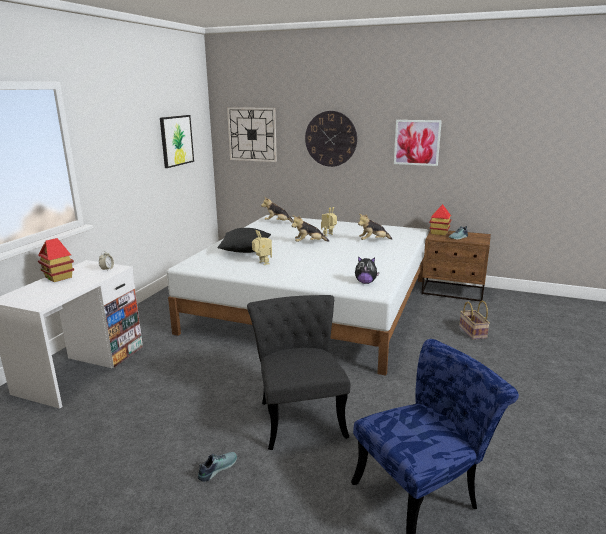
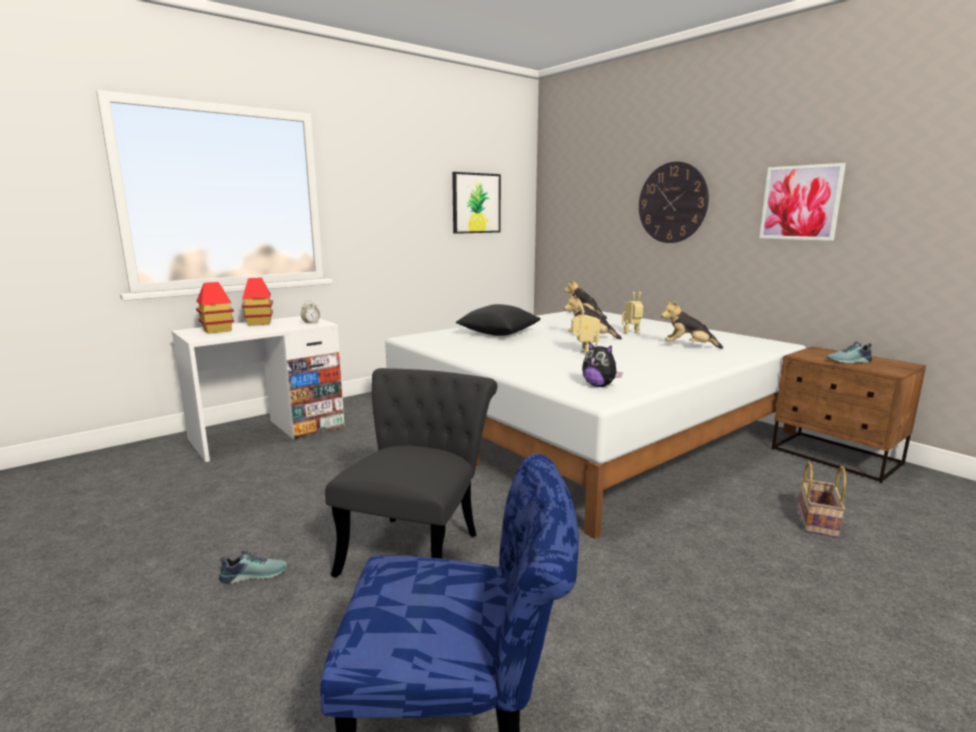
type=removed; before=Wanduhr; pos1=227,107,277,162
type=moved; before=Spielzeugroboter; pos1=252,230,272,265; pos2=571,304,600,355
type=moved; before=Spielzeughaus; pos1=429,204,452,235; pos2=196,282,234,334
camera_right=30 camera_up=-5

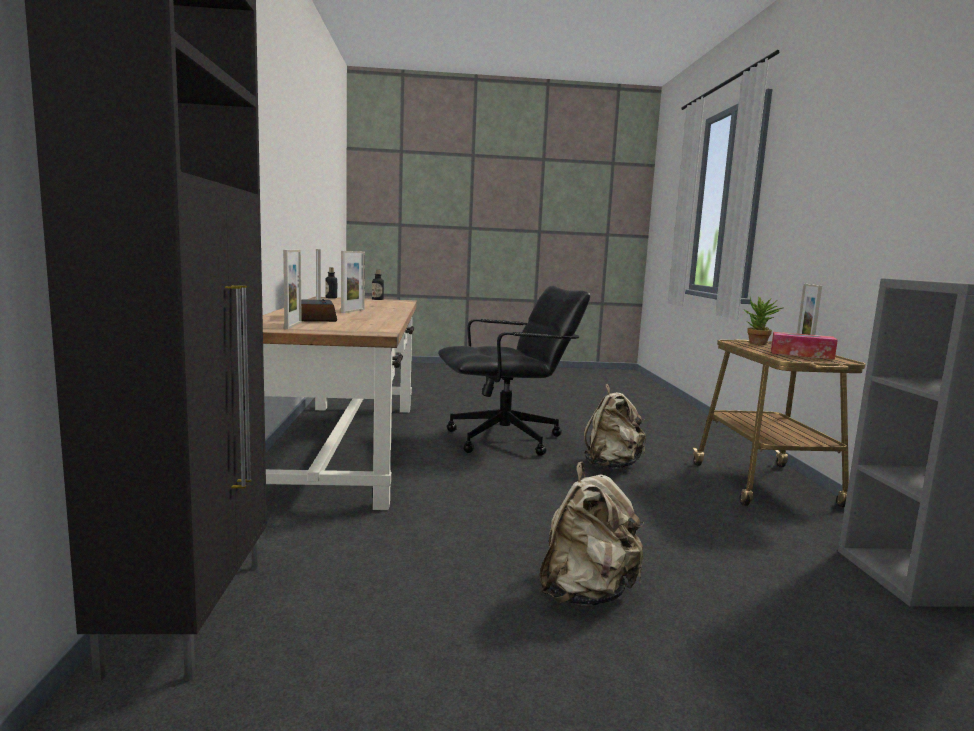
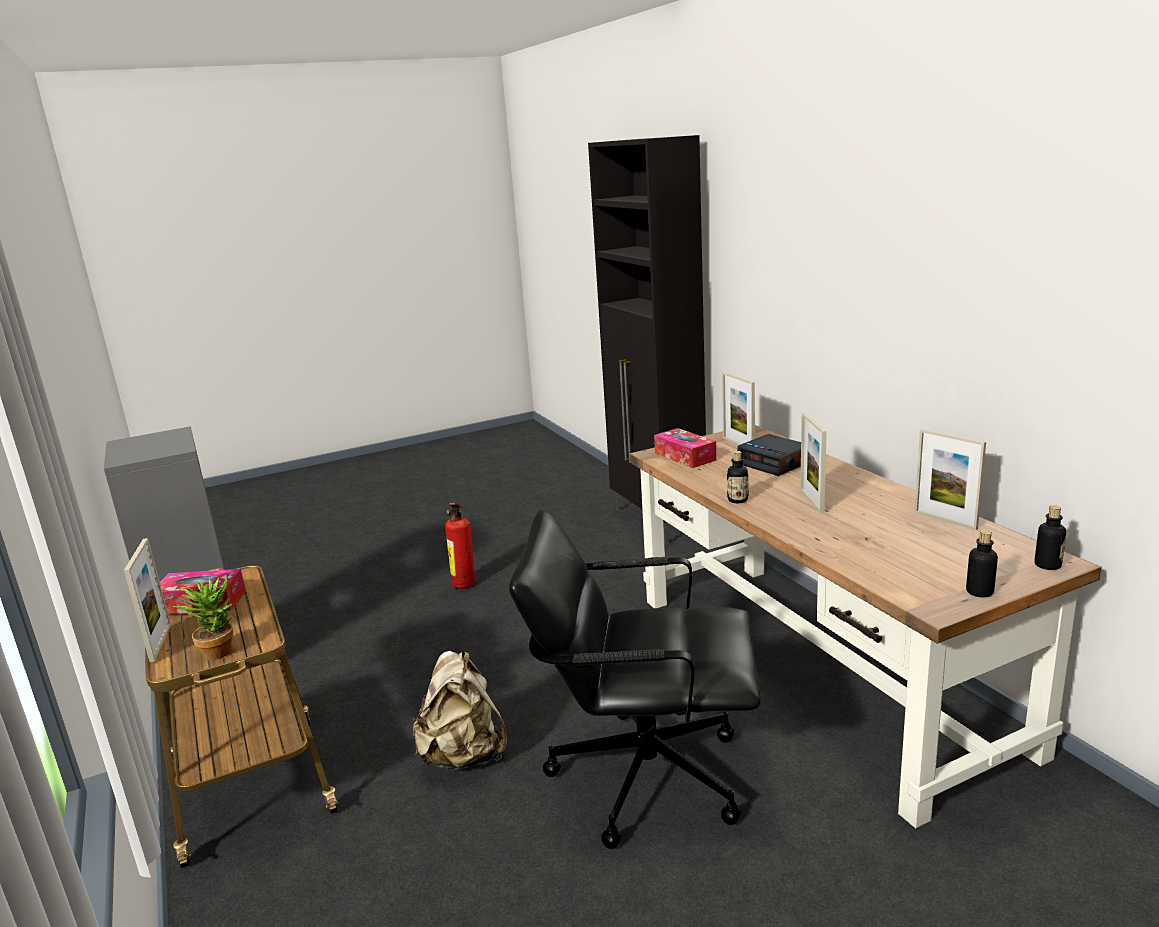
type=turned; before=Bürostuhl/schwarz; pos1=438,286,590,456; pos2=509,509,761,849; turn=45
type=replaced; before=Rucksack/beige; after=Feuerlöscher; pos1=539,462,644,606; pos2=445,503,475,589
type=added; after=Taschentuchbox; pos2=654,428,716,468
type=added; after=Flasche; pos2=727,451,748,503
camera_right=160 camera_up=10

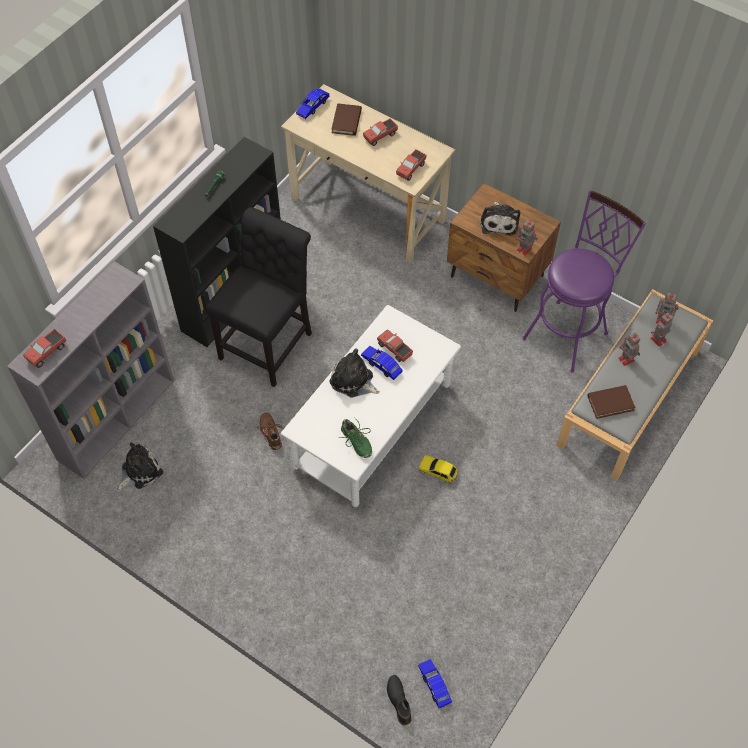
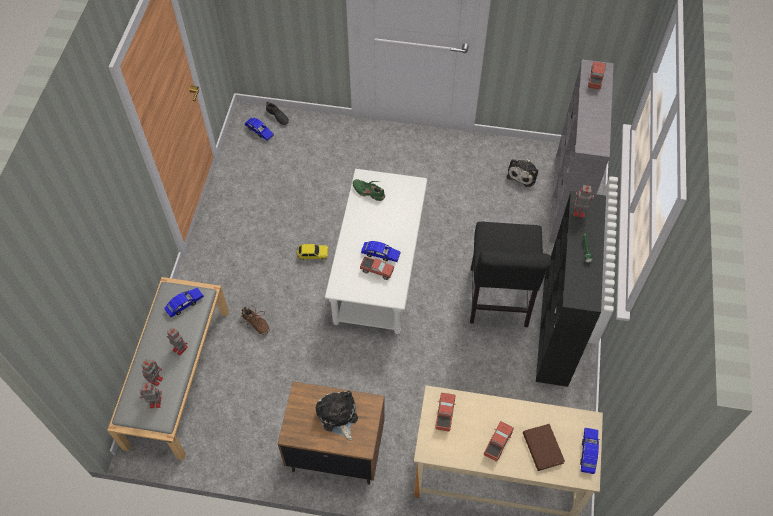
type=moved; before=Schuh/braun; pos1=256,412,283,450; pos2=241,307,269,335
type=removed; before=Plüschtier; pos1=329,348,380,397
type=moved; before=Spielzeugroboter; pos1=516,220,538,255; pos2=572,185,594,218
type=removed; before=Hocker/lila; pos1=522,190,646,373
type=replaced; before=Buch/braun; after=Spielzeugauto/blau; pos1=587,385,636,419; pos2=164,288,204,317
camera_right=155 camera_up=0

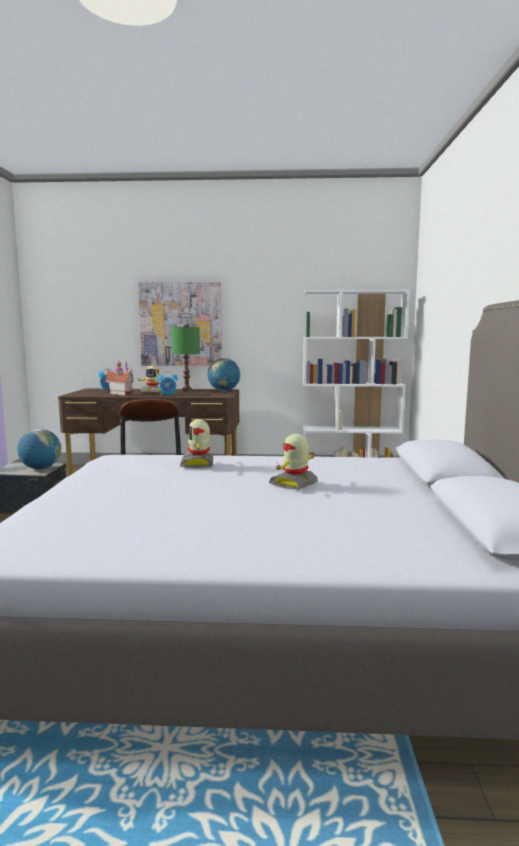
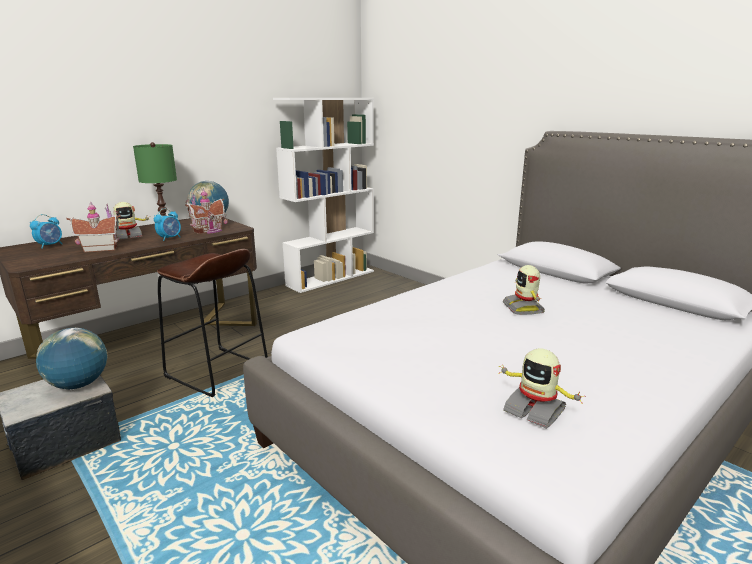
type=removed; before=Bild; pos1=138,282,222,366
type=moved; before=Spielzeugroboter; pos1=180,419,213,468; pos2=498,348,584,429
type=added; after=Spielzeughaus; pos2=185,189,228,234
camera_right=-45 camera_up=10

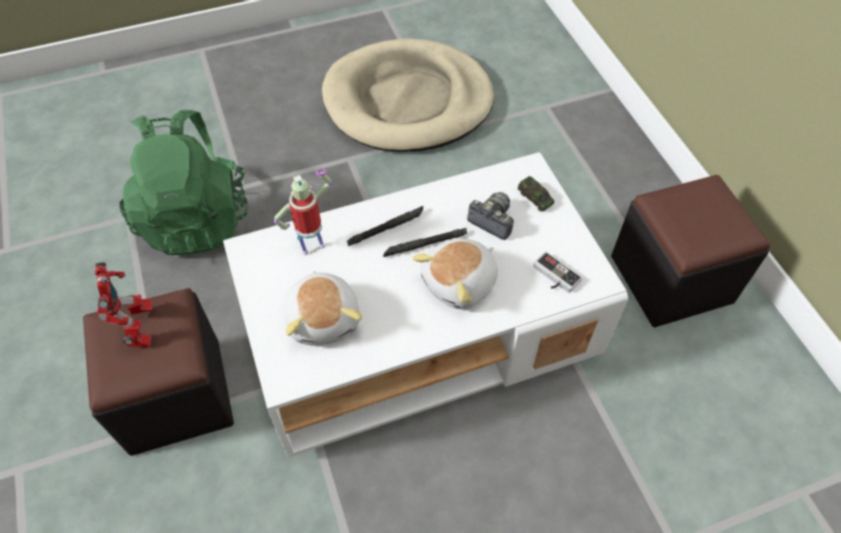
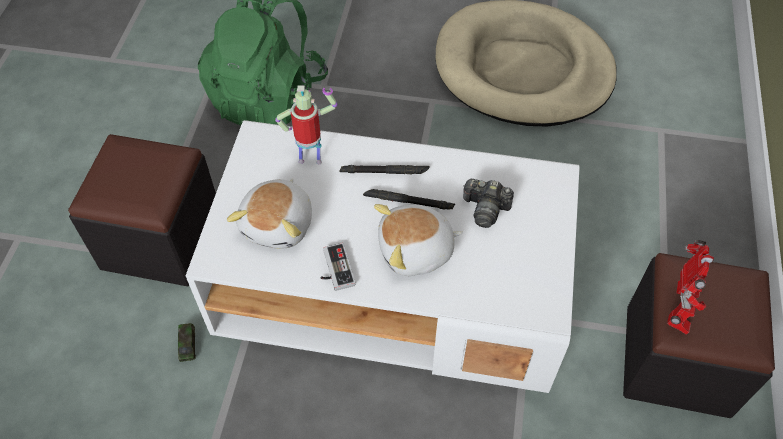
type=moved; before=Spielzeugroboter; pos1=95,262,153,348; pos2=667,240,714,334
type=turned; before=Kamera; pos1=467,192,514,240; pos2=463,179,514,228; turn=135
type=moved; before=Spielzeugauto; pos1=517,176,554,212; pos2=178,323,196,362
type=moved; before=Gamepad; pos1=533,252,583,293; pos2=320,243,355,291
camera_right=30 camera_up=0

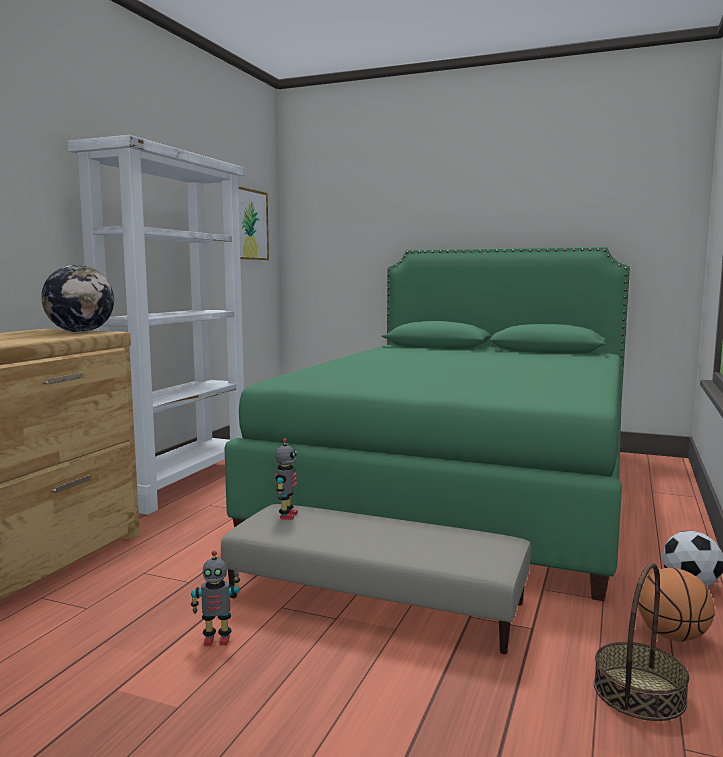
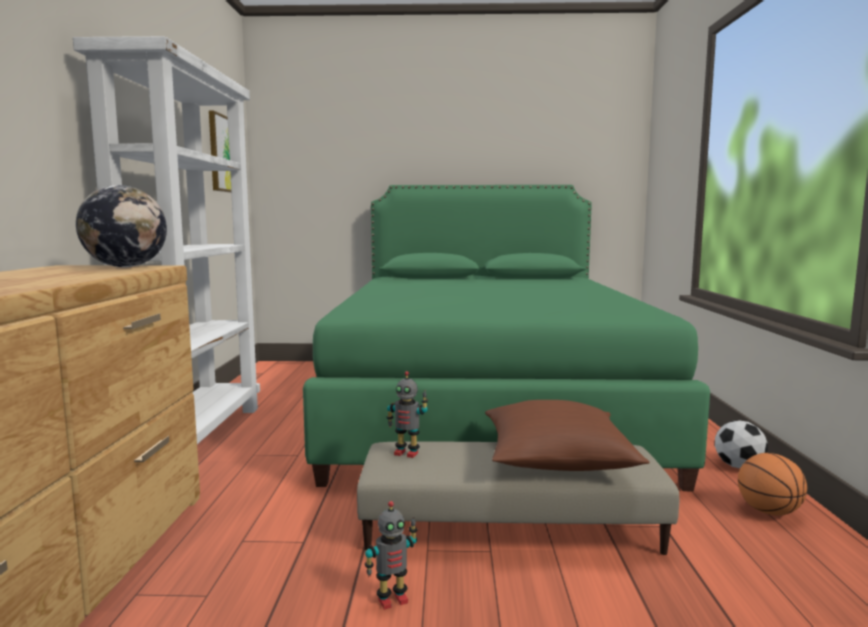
type=turned; before=Spielzeugroboter; pos1=274,438,298,520; pos2=387,371,428,458; turn=120
type=removed; before=Korb; pos1=594,563,690,721
type=added; after=Kissen/braun; pos2=485,400,650,471
camera_right=-20 camera_up=0

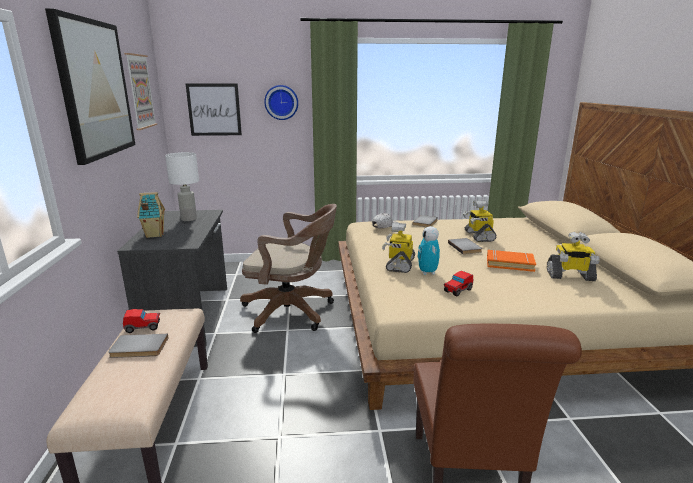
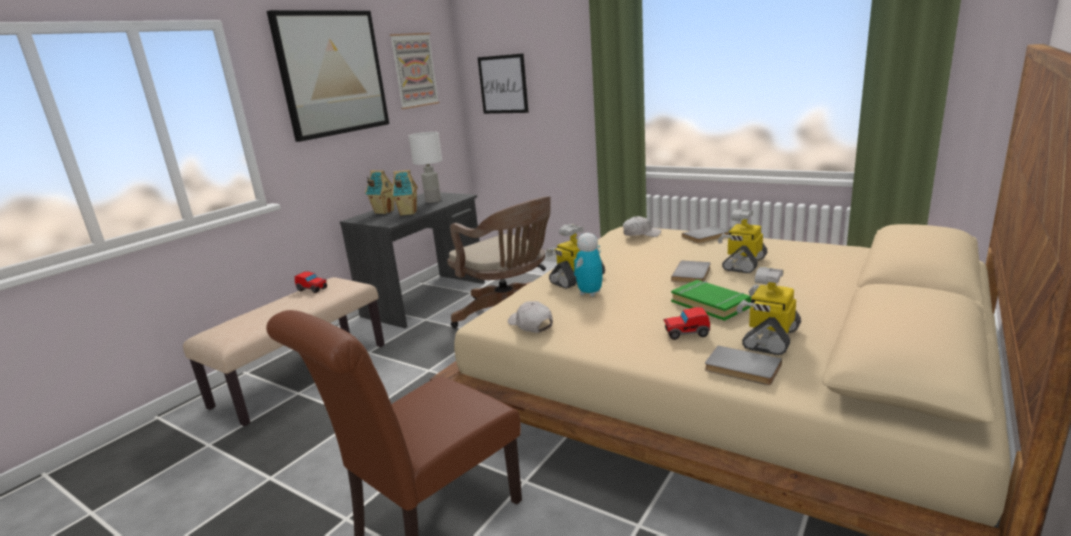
type=moved; before=Buch/grau; pos1=108,334,168,358; pos2=705,346,782,385
type=removed; before=Wanduhr; pos1=264,85,298,120
type=moved; before=Spielzeugauto; pos1=444,271,473,296; pos2=663,307,710,340
type=recoloured; before=Buch/orange; after=Buch/grün; pos1=487,249,536,272; pos2=671,280,751,321
type=turned; before=Spielzeugroboter; pos1=547,232,600,281; pos2=736,267,801,355; turn=75
type=added; after=Spielzeughaus; pos2=392,170,418,216
type=added; after=Kappe/weiß; pos2=508,301,553,333
camera_right=40 camera_up=0

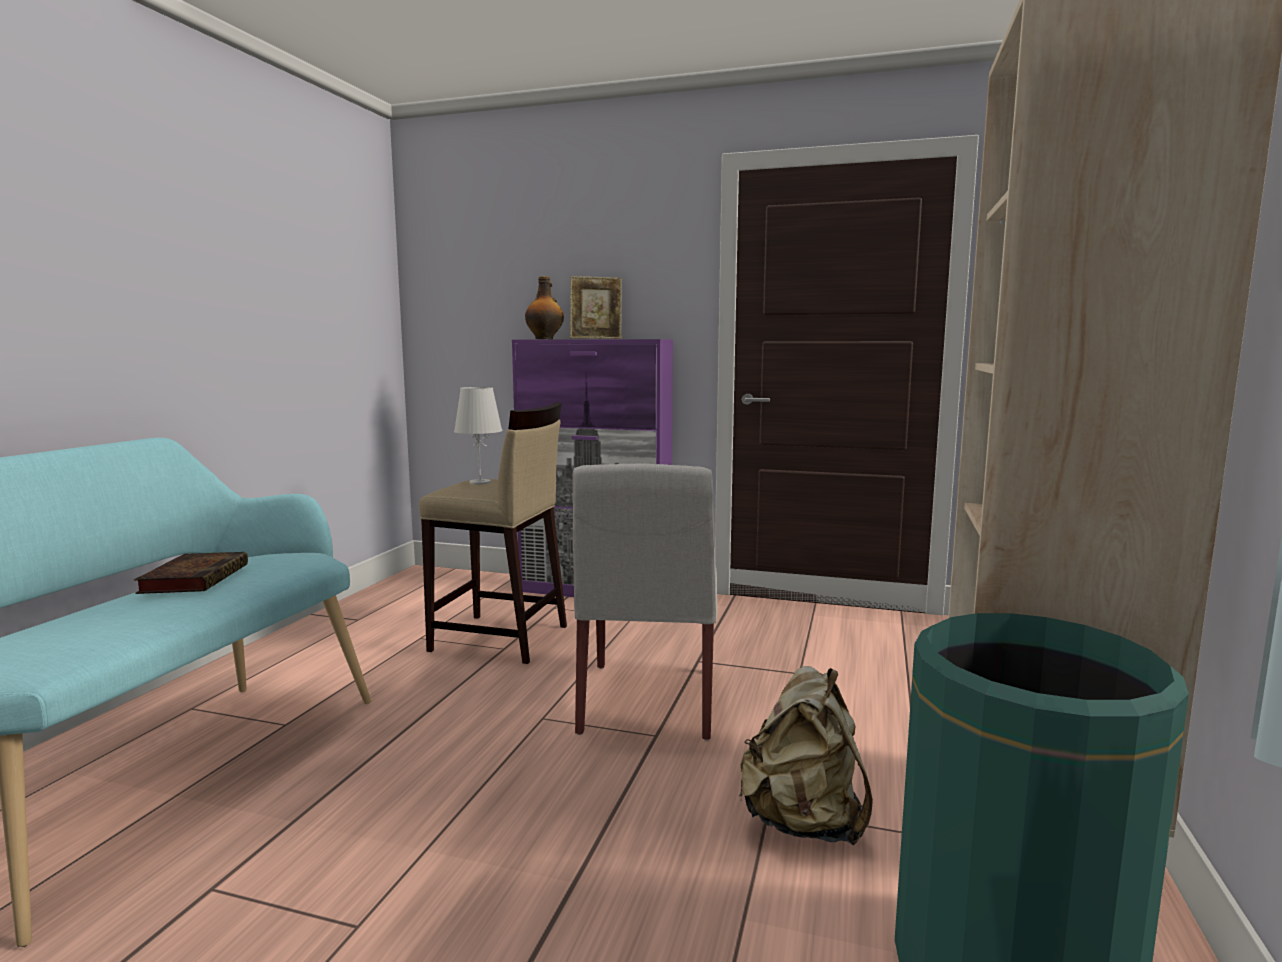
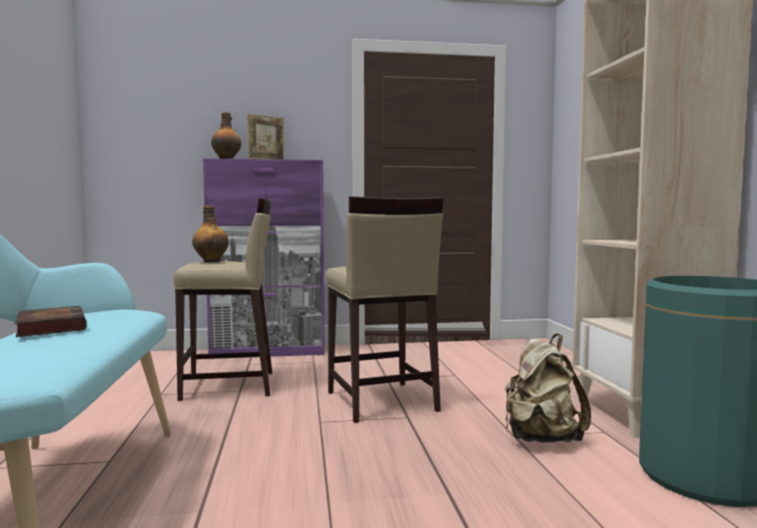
type=replaced; before=Tischlampe/weiß; after=Flasche; pos1=454,387,503,484; pos2=192,205,229,262
type=replaced; before=Stuhl/weiß; after=Hocker/beige; pos1=573,464,717,741; pos2=326,196,444,423
camera_right=-25 camera_up=-5

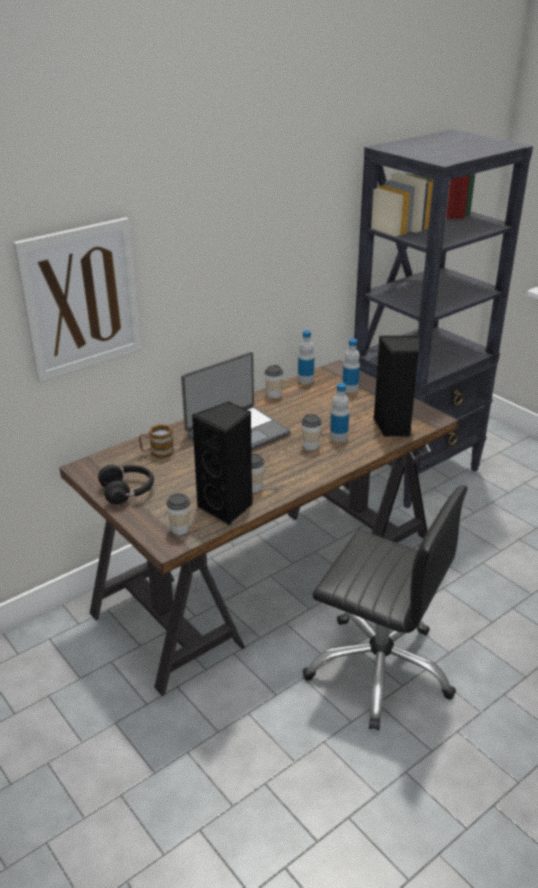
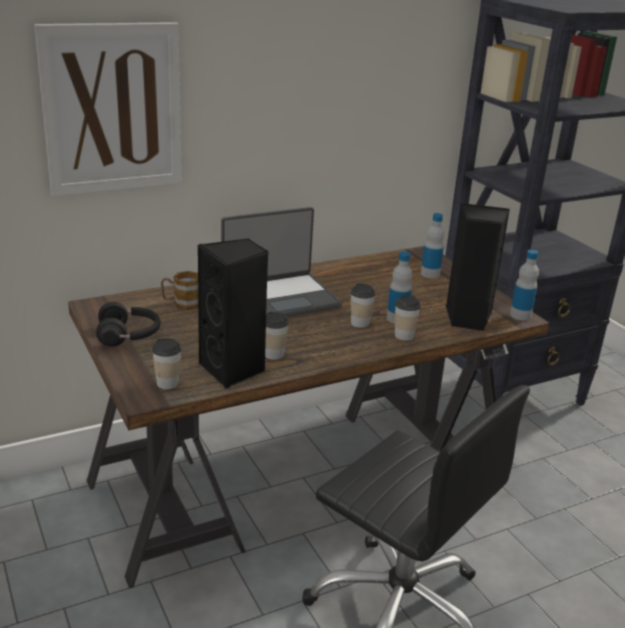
type=moved; before=Tasse; pos1=265,365,283,398; pos2=395,295,421,341
type=moved; before=Flasche; pos1=298,330,314,384; pos2=510,250,539,321
camera_right=10 camera_up=-5

